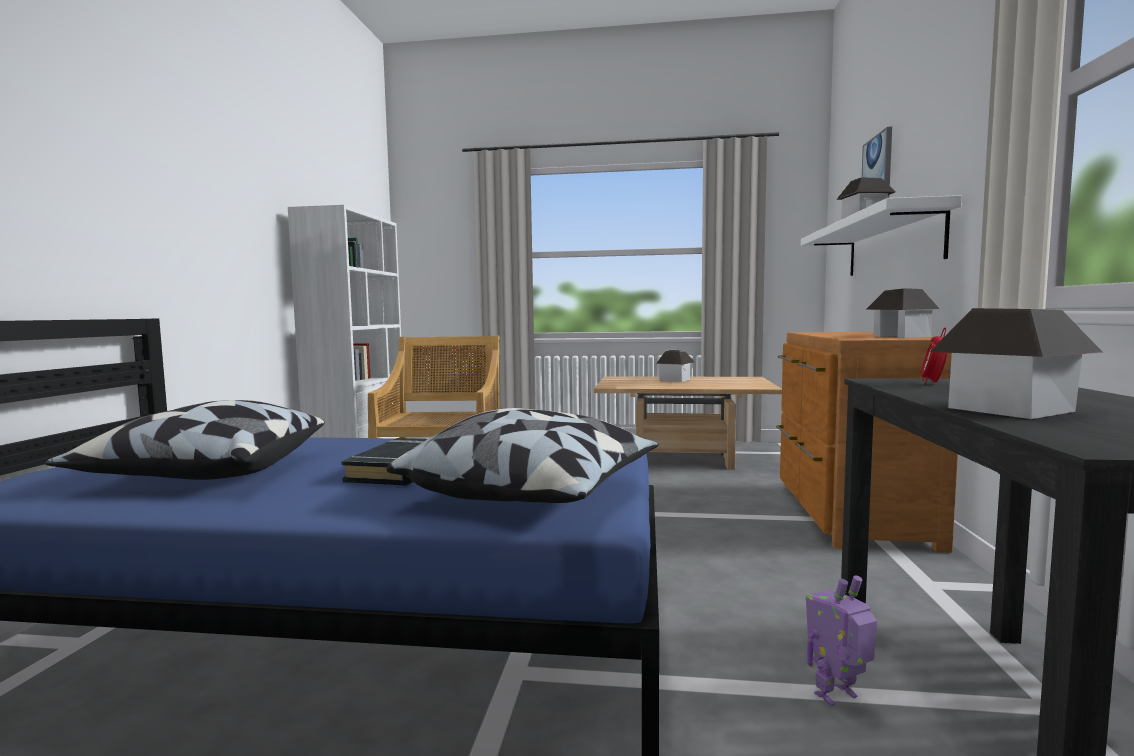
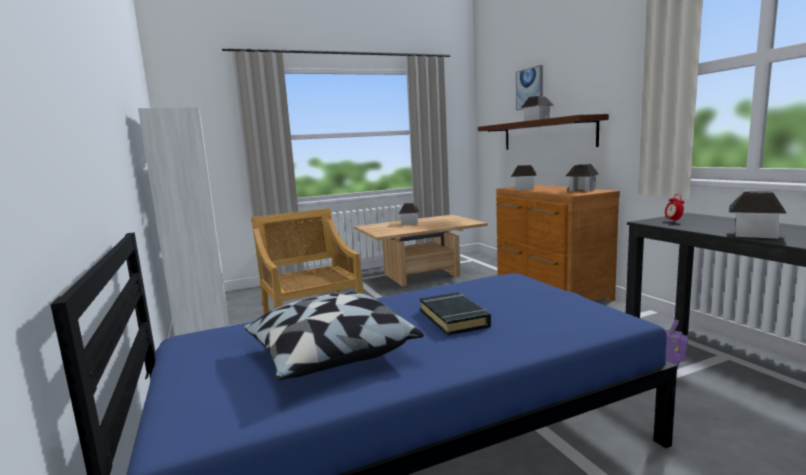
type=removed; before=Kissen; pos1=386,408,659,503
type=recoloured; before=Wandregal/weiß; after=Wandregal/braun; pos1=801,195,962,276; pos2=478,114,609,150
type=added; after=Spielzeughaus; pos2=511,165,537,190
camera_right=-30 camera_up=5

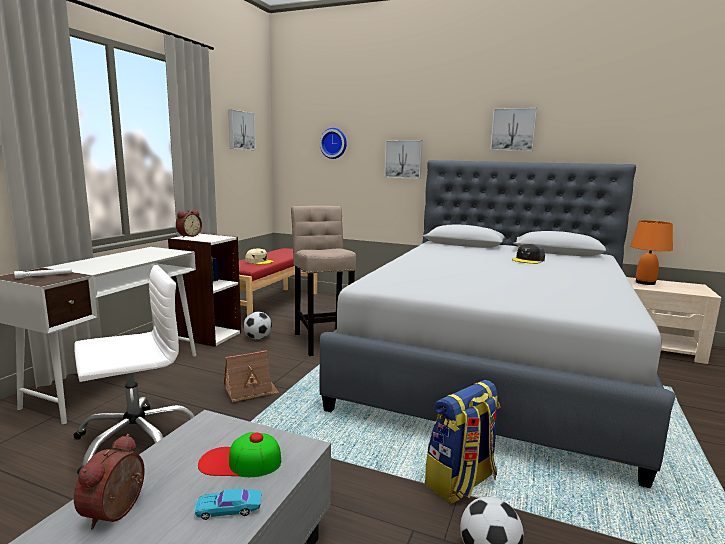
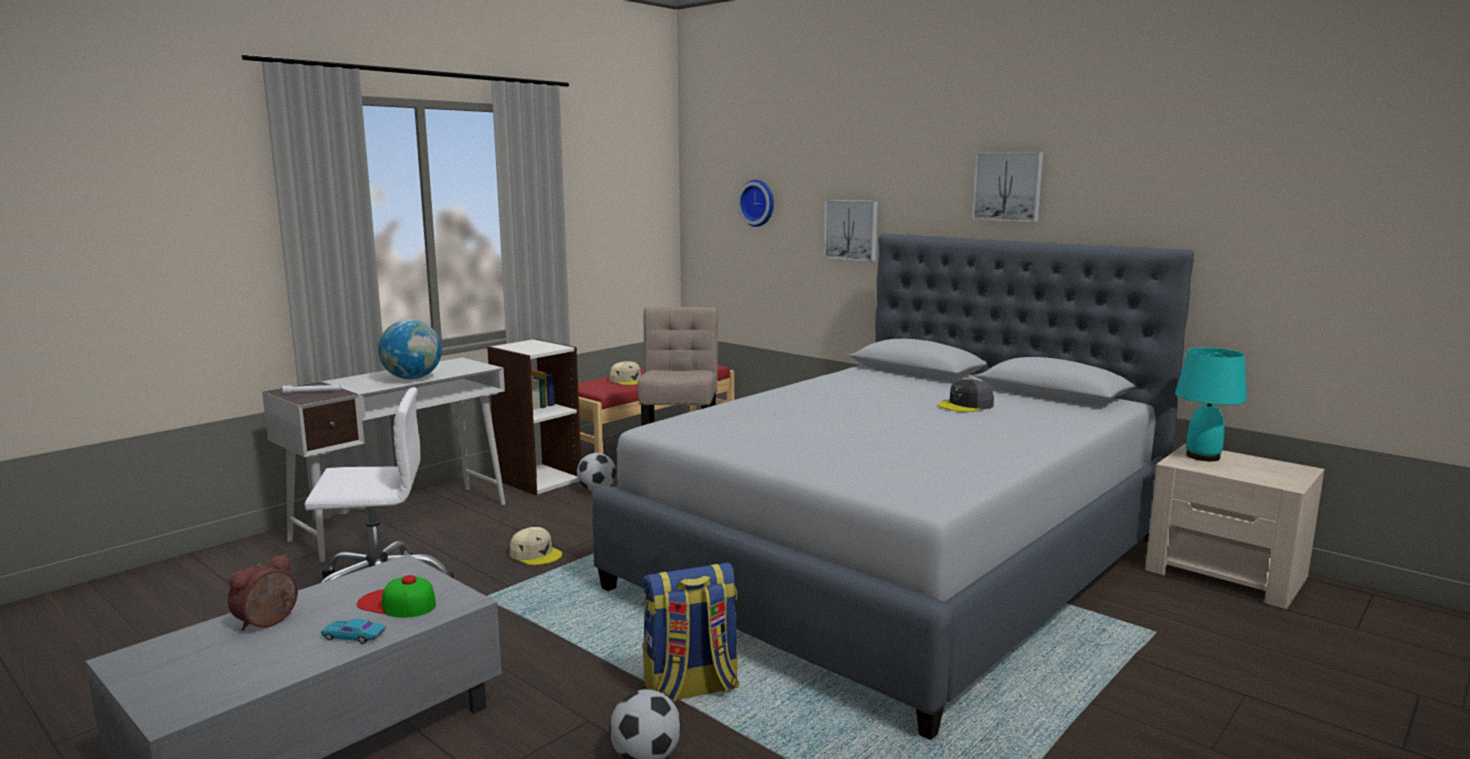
type=removed; before=Wecker; pos1=176,210,202,238
type=replaced; before=Spielzeughaus; after=Kappe/beige; pos1=224,350,279,402; pos2=510,527,562,565
type=removed; before=Bild; pos1=228,109,256,150
type=recoloured; before=Tischlampe/orange; after=Tischlampe/türkis; pos1=630,220,673,285; pos2=1175,348,1247,461
type=added; after=Globus; pos2=378,319,442,380
camera_right=20 camera_up=0

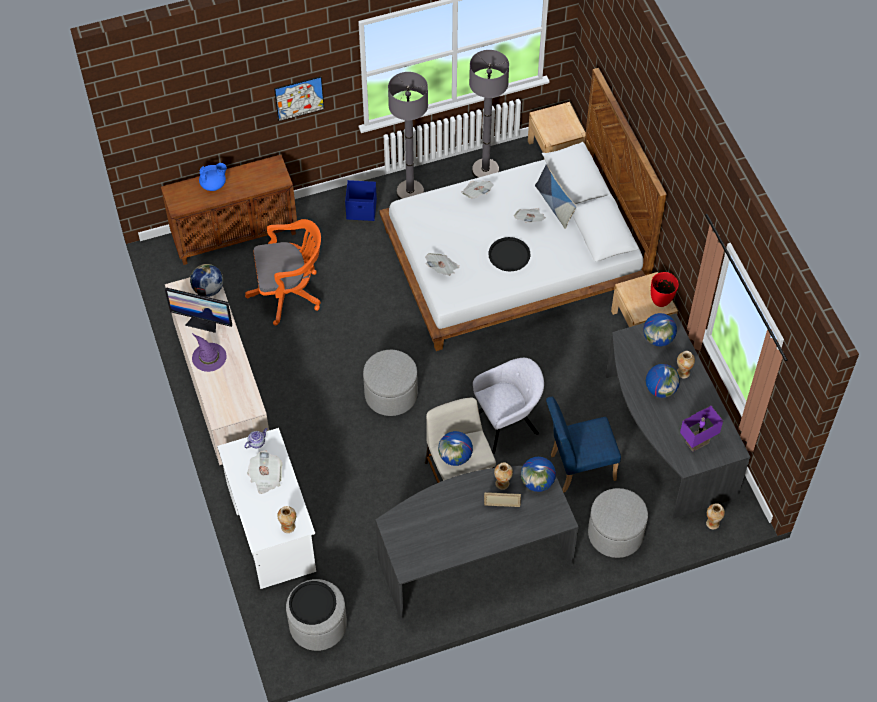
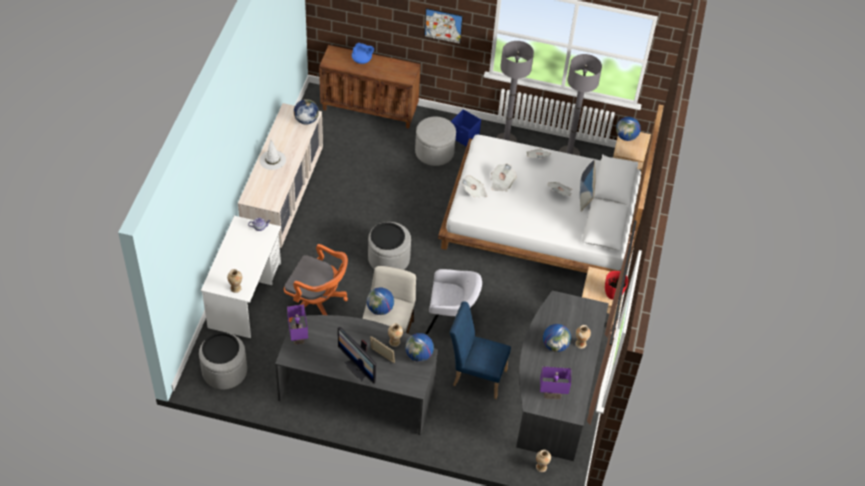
type=moved; before=Monitor; pos1=165,287,232,333; pos2=338,327,376,384
type=recoloured; before=Hut/lila; after=Hut/weiß; pos1=192,333,227,372; pos2=260,138,286,170
type=moved; before=Bürostuhl/orange; pos1=245,219,321,325; pos2=283,244,348,322
type=moved; before=Zeitung; pos1=247,451,282,494; pos2=490,164,516,192
type=moved; before=Tablett/schwarz; pos1=488,237,530,272; pos2=370,222,405,250
type=moved; before=Polsterhocker/grau; pos1=588,488,648,558; pos2=415,116,456,166
type=moved; before=Globus; pos1=643,313,677,346; pos2=616,117,640,141
type=added; after=Tischlampe/lila; pos2=287,304,308,345
camera_right=30 camera_up=-5

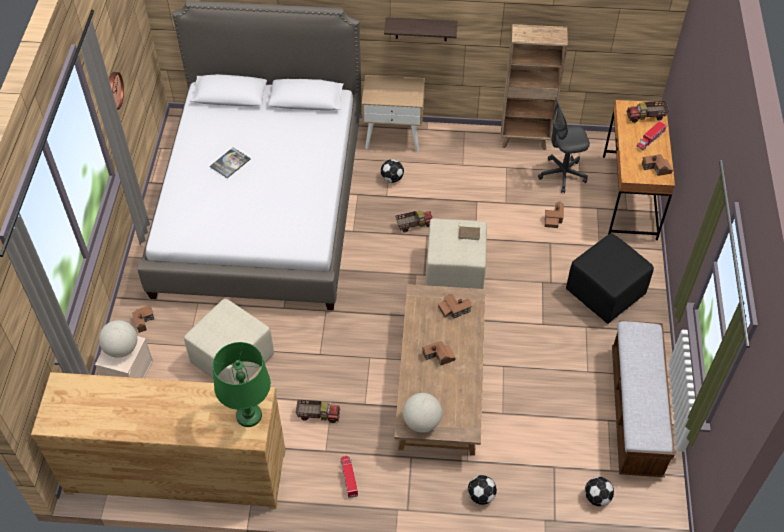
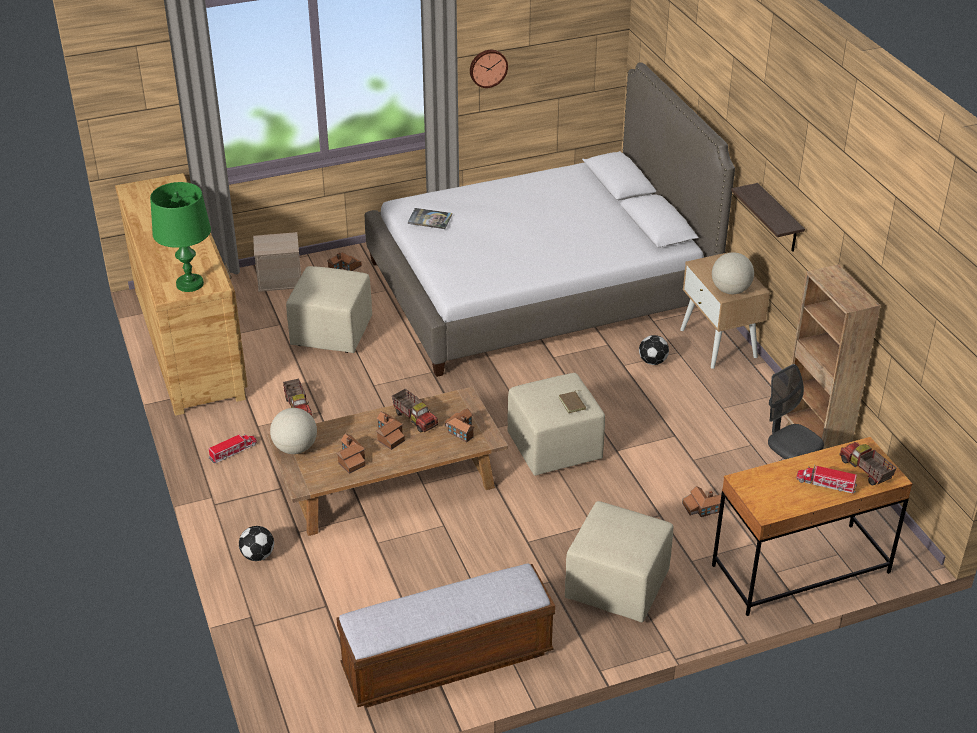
type=moved; before=Globus; pos1=99,320,137,358; pos2=712,252,754,294
type=moved; before=Buch; pos1=210,148,251,178; pos2=408,208,452,229
type=moved; before=Spielzeuglaster; pos1=395,210,432,233; pos2=392,389,438,433
type=recoloured; before=Polsterhocker/schwarz; after=Polsterhocker/beige; pos1=566,233,654,324; pos2=565,501,673,622
type=removed; before=Fußball; pos1=585,477,614,506
type=moved; before=Spielzeughaus; pos1=642,154,673,176; pos2=336,433,365,474
camera_right=65 camera_up=-15

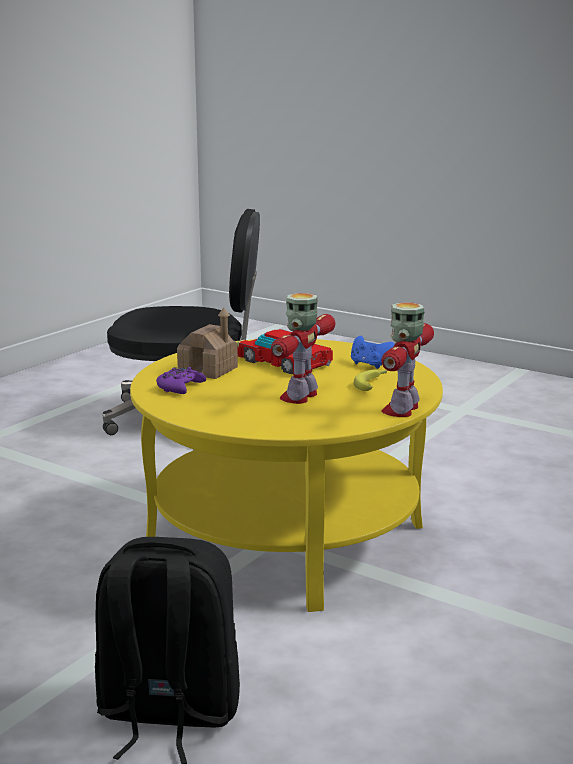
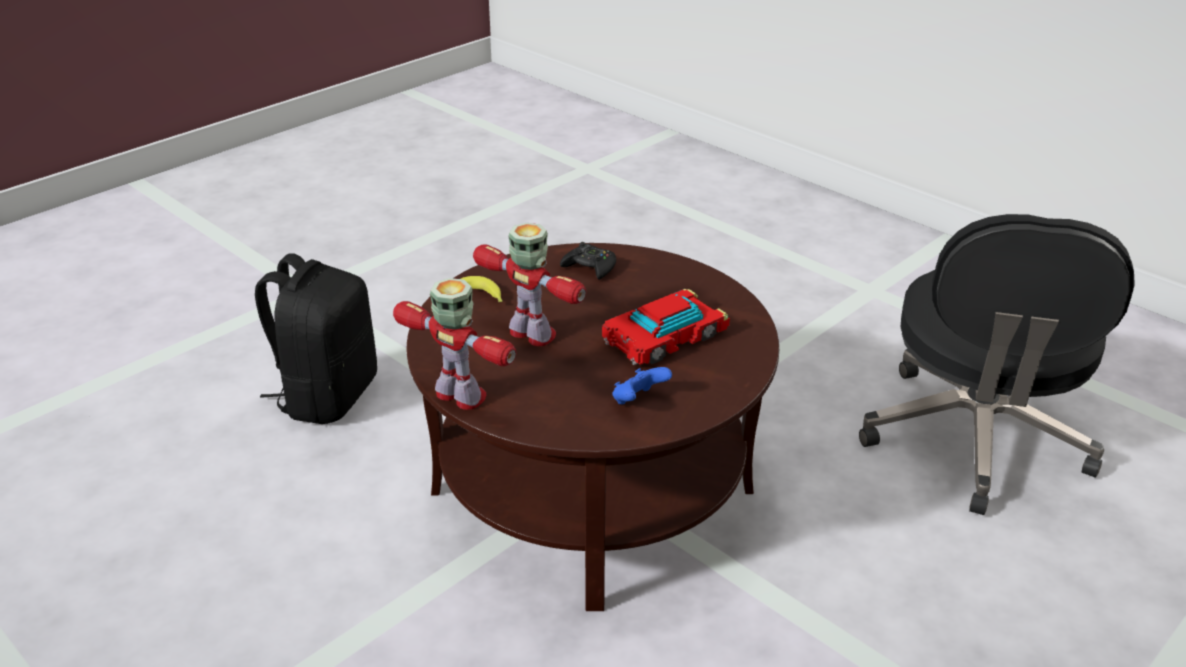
type=recoloured; before=Couchtisch/gelb; after=Couchtisch/braun; pos1=130,339,443,612; pos2=407,243,779,611
type=recoloured; before=Gamepad/lila; after=Gamepad/schwarz; pos1=156,367,206,394; pos2=560,242,616,280
type=removed; before=Spielzeughaus; pos1=177,308,238,379
type=moved; before=Banane; pos1=354,369,387,391; pos2=461,276,503,303
camera_right=100 camera_up=15

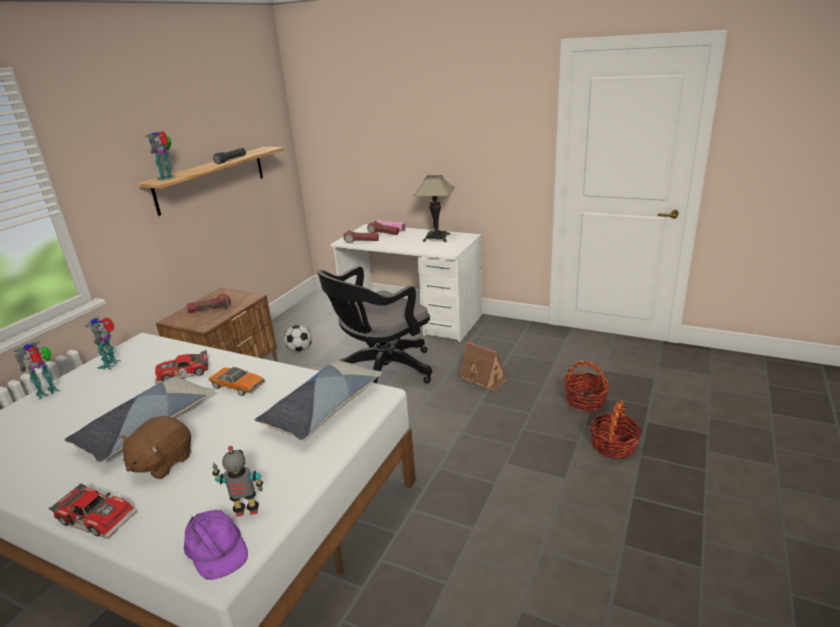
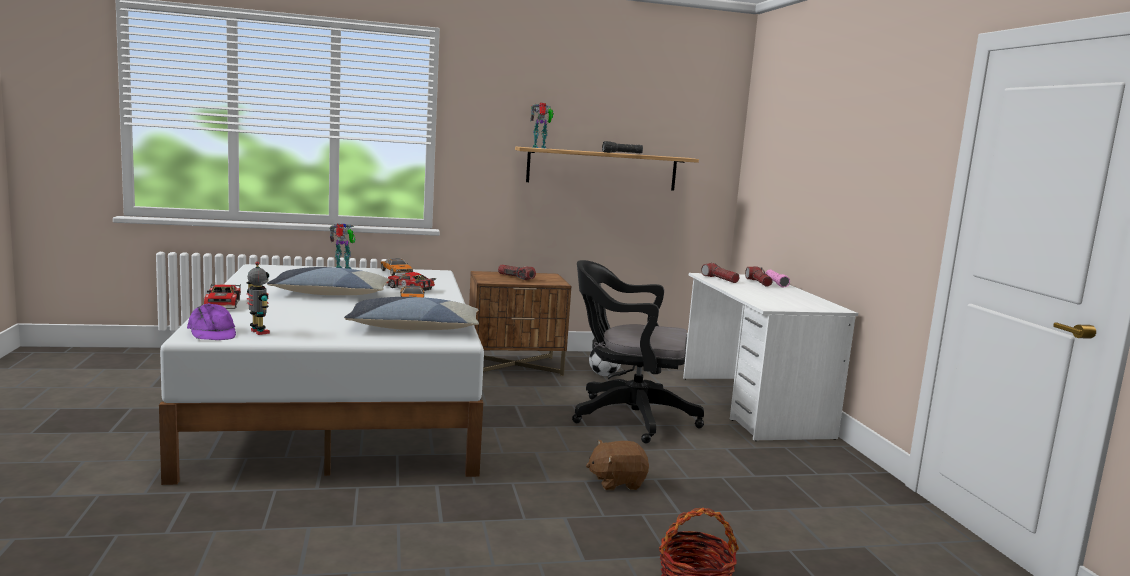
type=replaced; before=Spielzeugroboter; after=Spielzeugauto; pos1=85,316,121,370; pos2=381,258,413,276
type=moved; before=Plüschtier/braun; pos1=119,416,191,479; pos2=586,440,649,490
type=turned; before=Kappe/lila; pos1=184,510,248,580; pos2=187,303,236,340; turn=-45
type=removed; before=Tischlampe; pos1=413,175,455,242
type=removed; before=Spielzeughaus; pos1=459,342,509,391
type=removed; before=Korb; pos1=564,361,609,412
camera_right=50 camera_up=-15

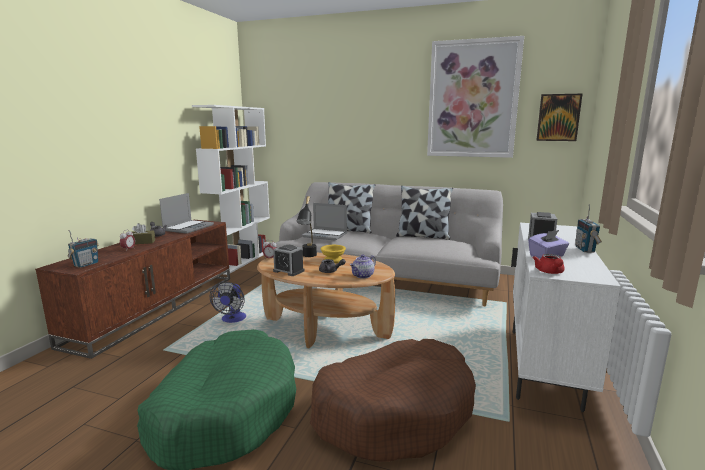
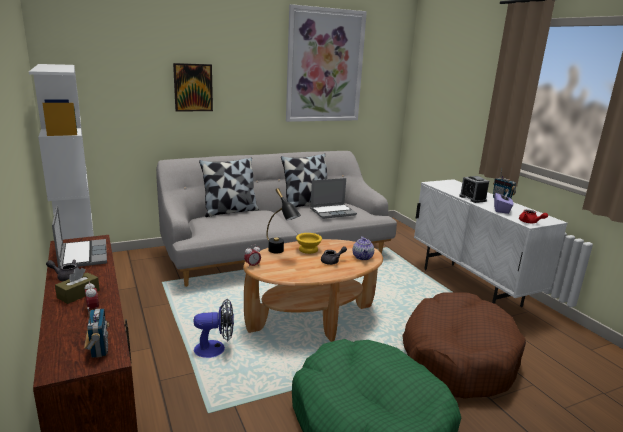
type=turned; before=Ventilator; pos1=210,282,246,323; pos2=194,299,234,358; turn=-60
type=removed; before=Wecker; pos1=273,245,304,276
type=moved; before=Laptop; pos1=302,203,347,241; pos2=310,178,357,219
type=moved; before=Bild; pos1=536,94,582,141; pos2=173,63,213,112
camera_right=-45 camera_up=5

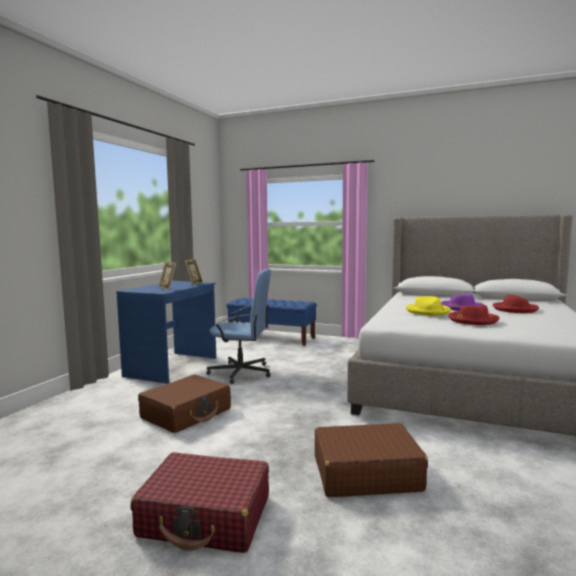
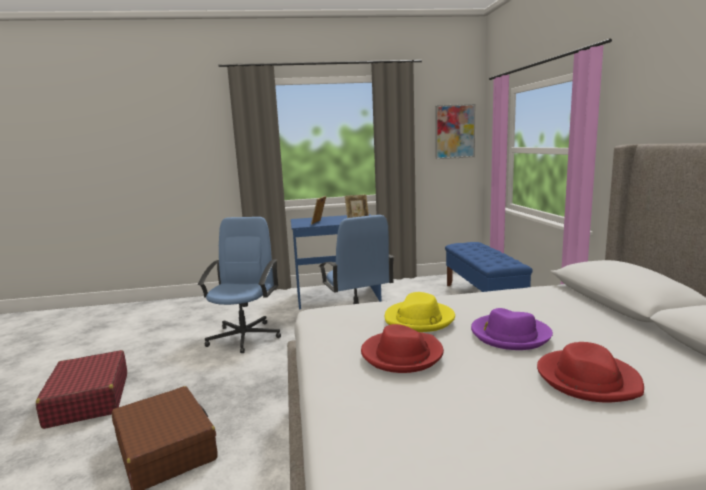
type=replaced; before=Koffer/braun; after=Bürostuhl/blau; pos1=138,375,231,433; pos2=198,217,281,353
type=added; after=Bild; pos2=435,104,475,159
camera_right=60 camera_up=5

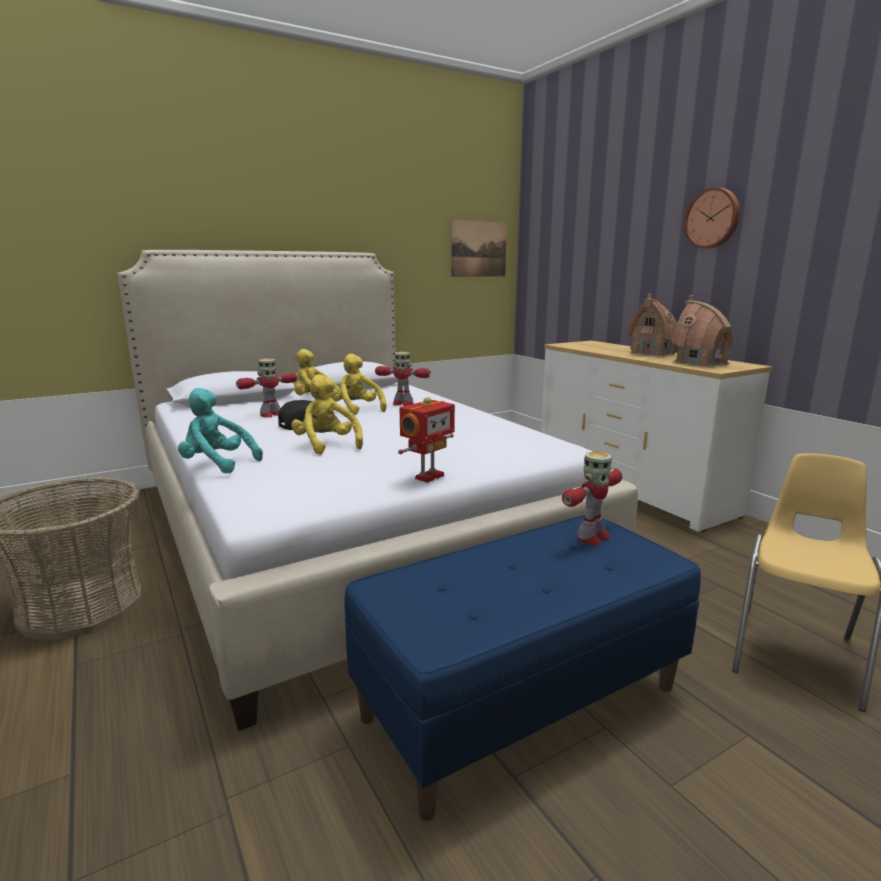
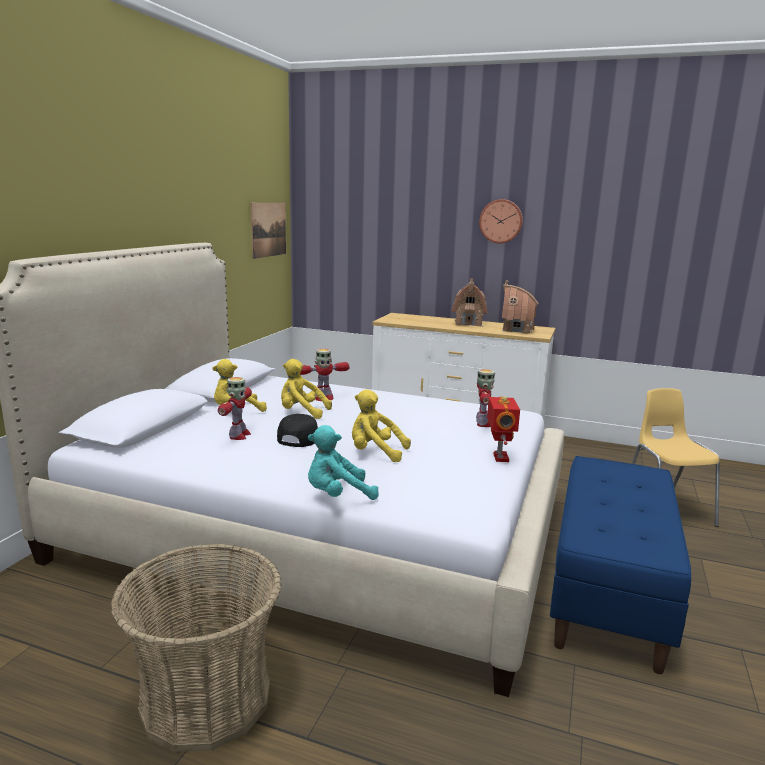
type=moved; before=Spielzeugroboter; pos1=562,452,622,545; pos2=476,369,495,427
camera_right=-40 camera_up=0

